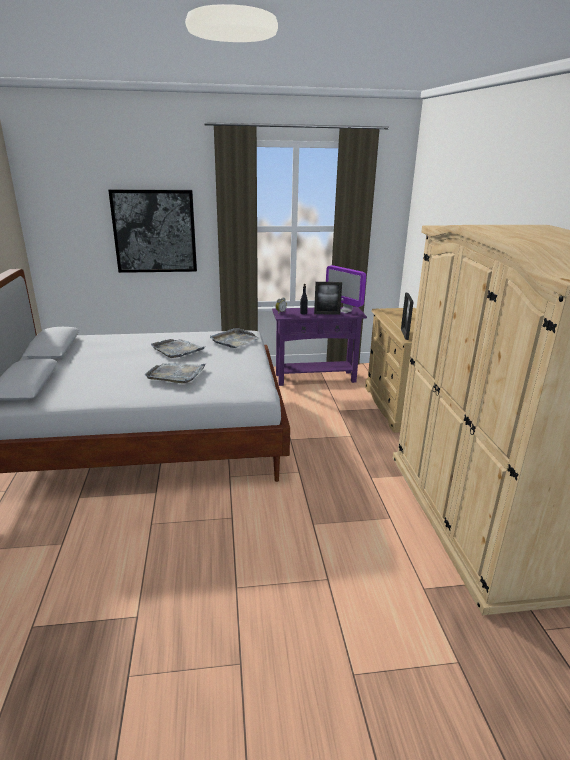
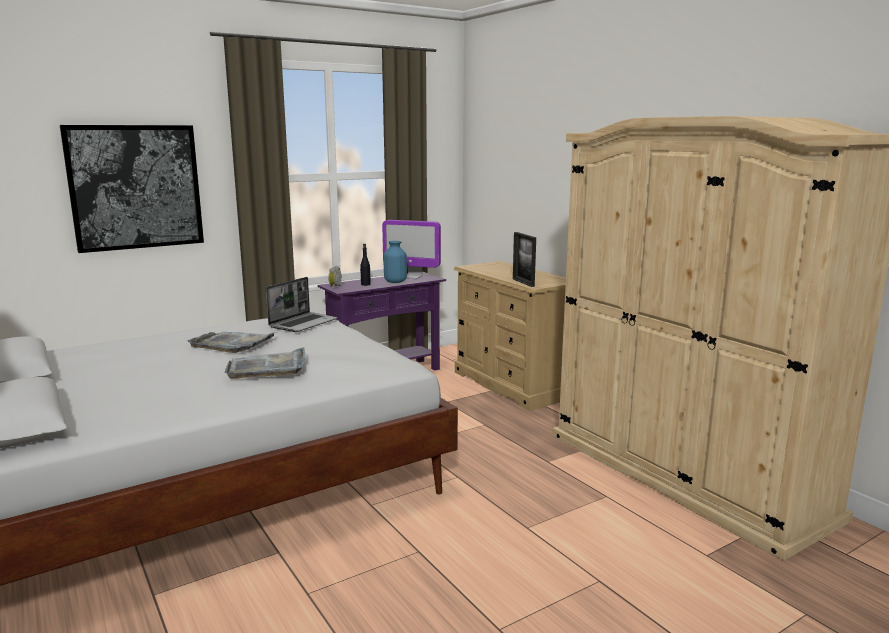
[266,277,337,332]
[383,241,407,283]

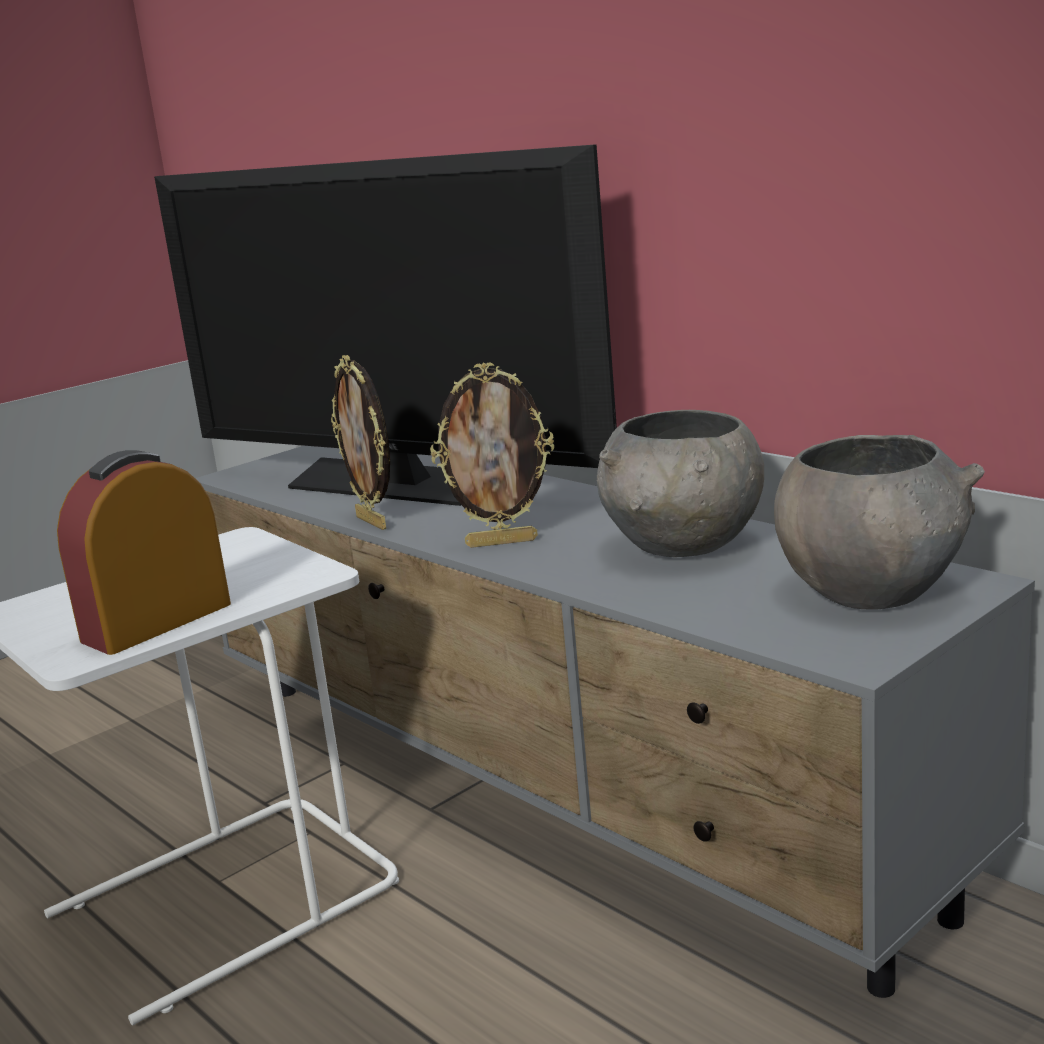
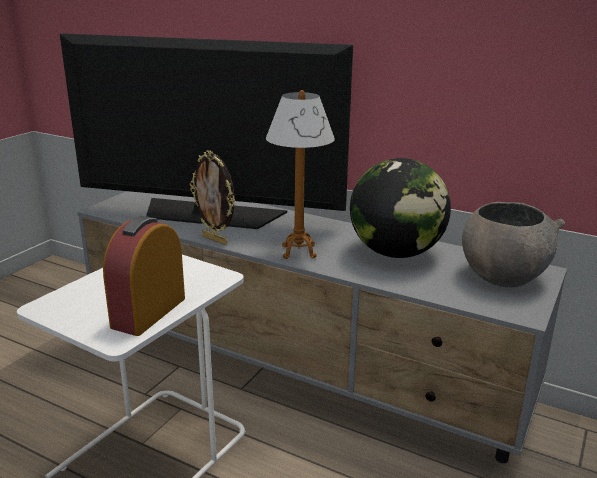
[266,90,335,259]
[350,158,451,258]

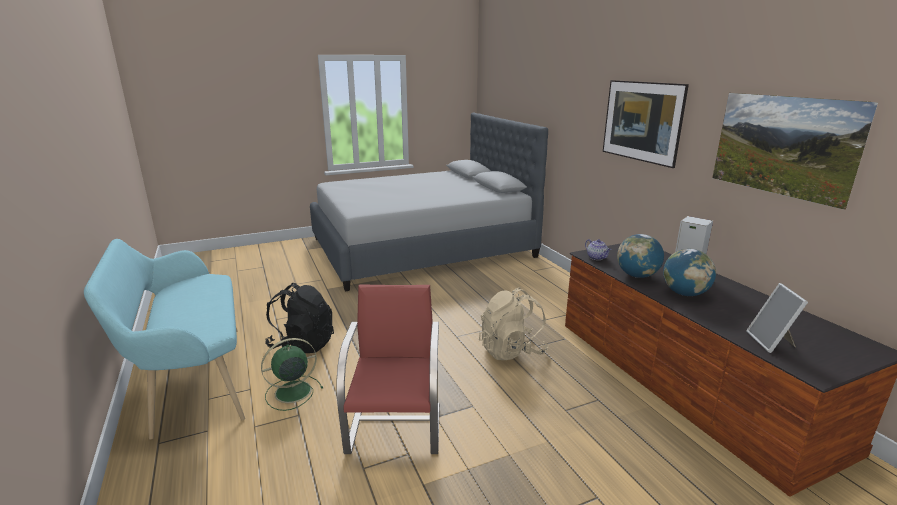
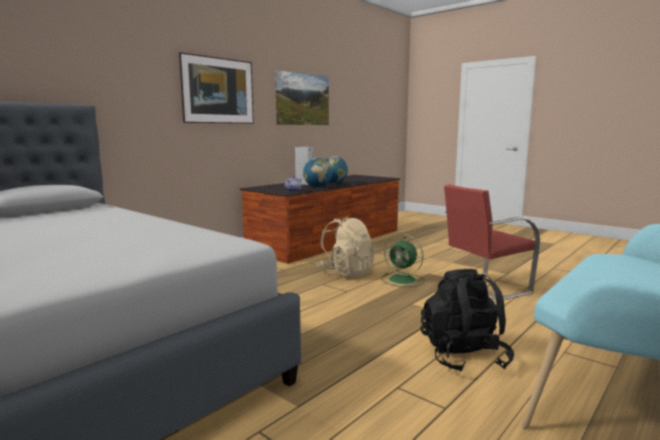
[381,234,425,287]
[746,283,808,353] (first image)

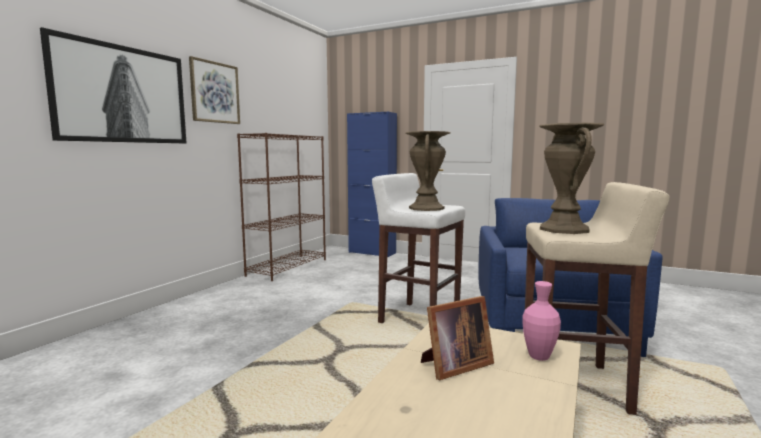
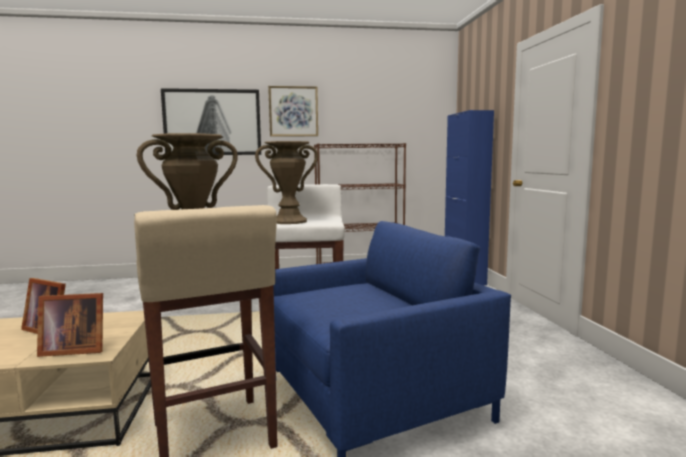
[37,293,103,357]

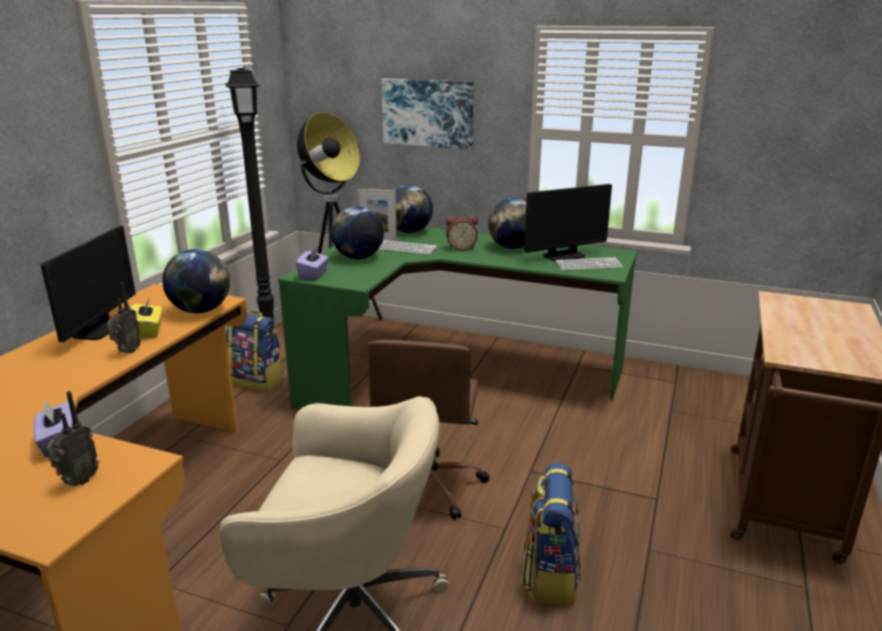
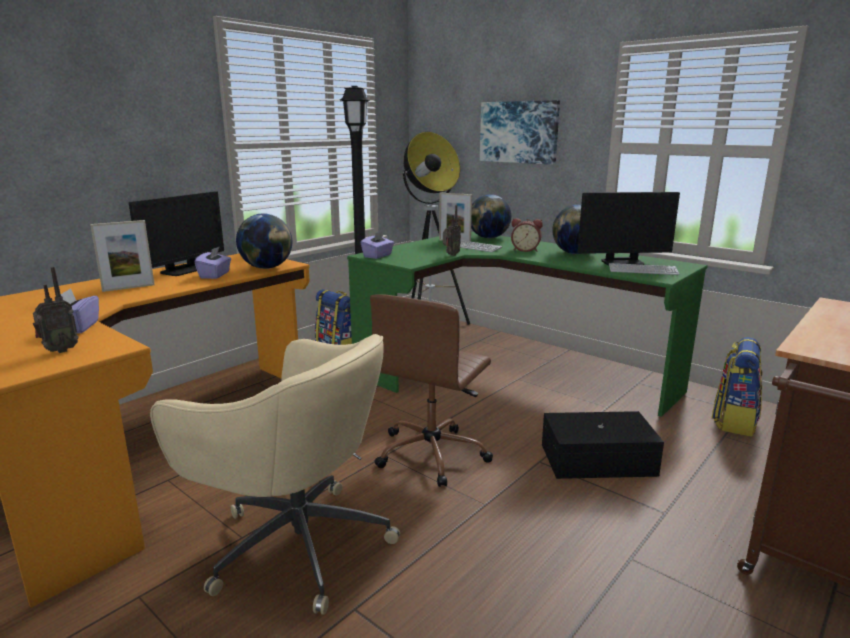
[443,205,461,256]
[195,246,231,279]
[331,206,384,259] (first image)
[712,337,763,437]
[90,220,155,292]
[542,411,664,479]

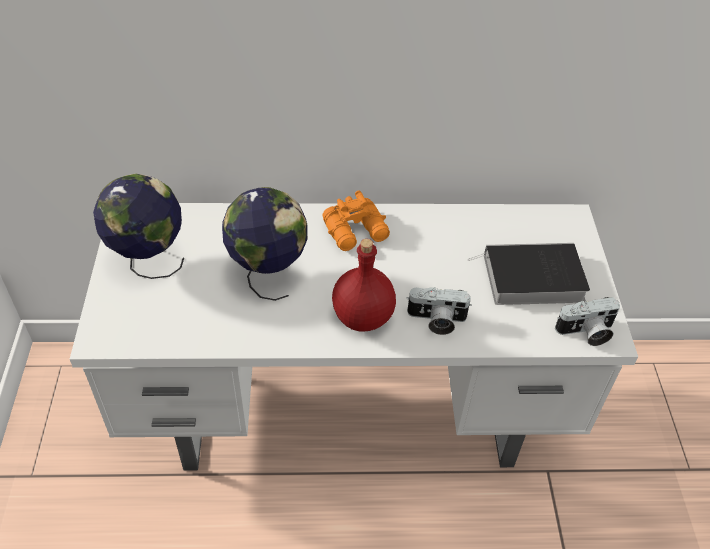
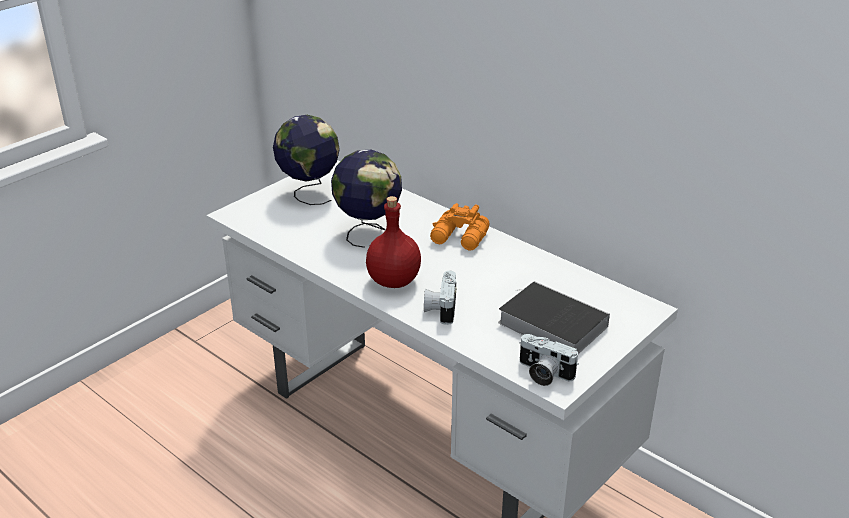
[424,271,457,325]

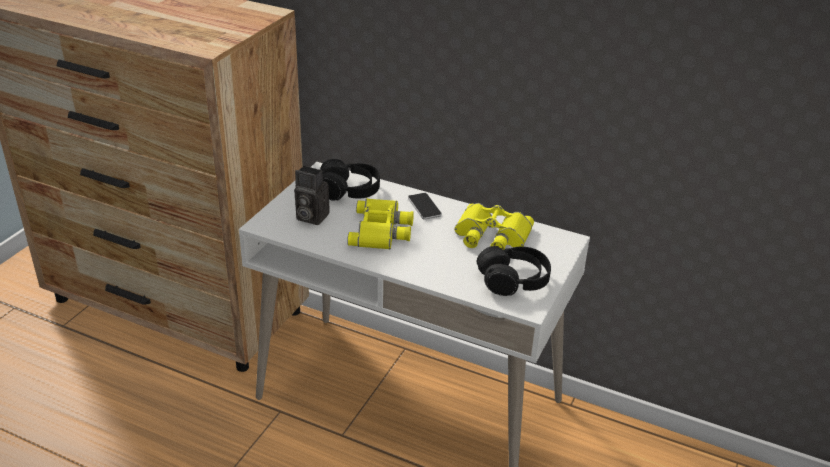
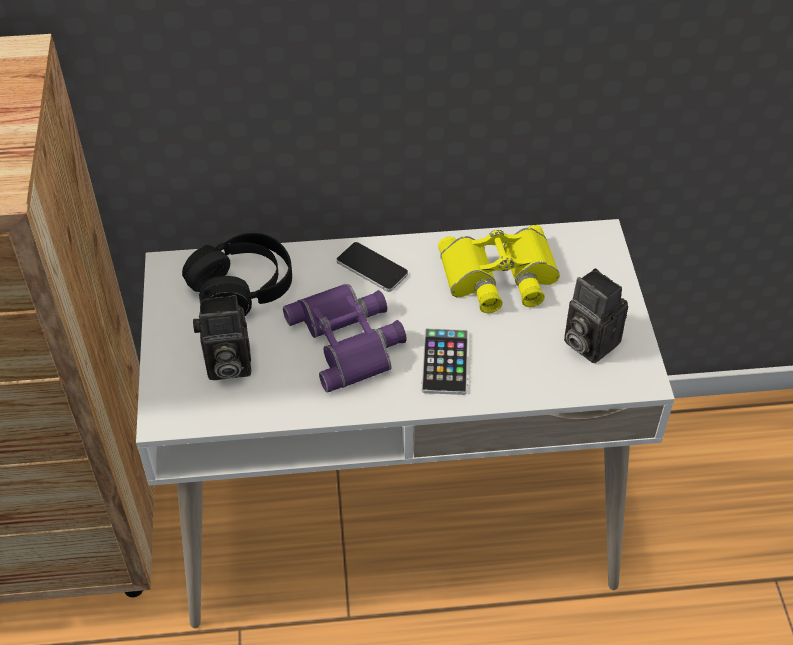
[283,284,407,393]
[564,268,628,363]
[421,328,468,395]

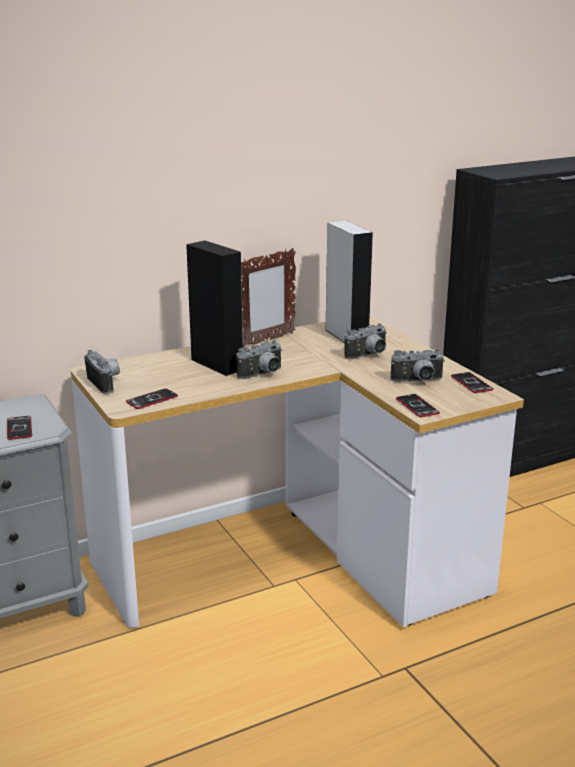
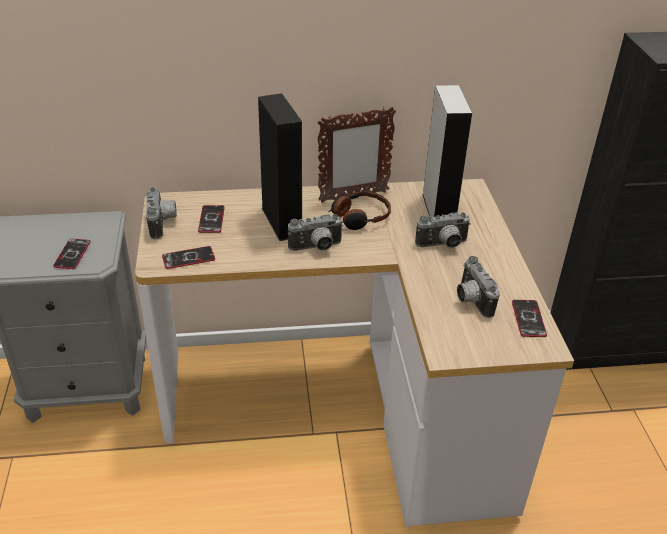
[457,256,500,318]
[198,205,225,233]
[329,191,391,230]

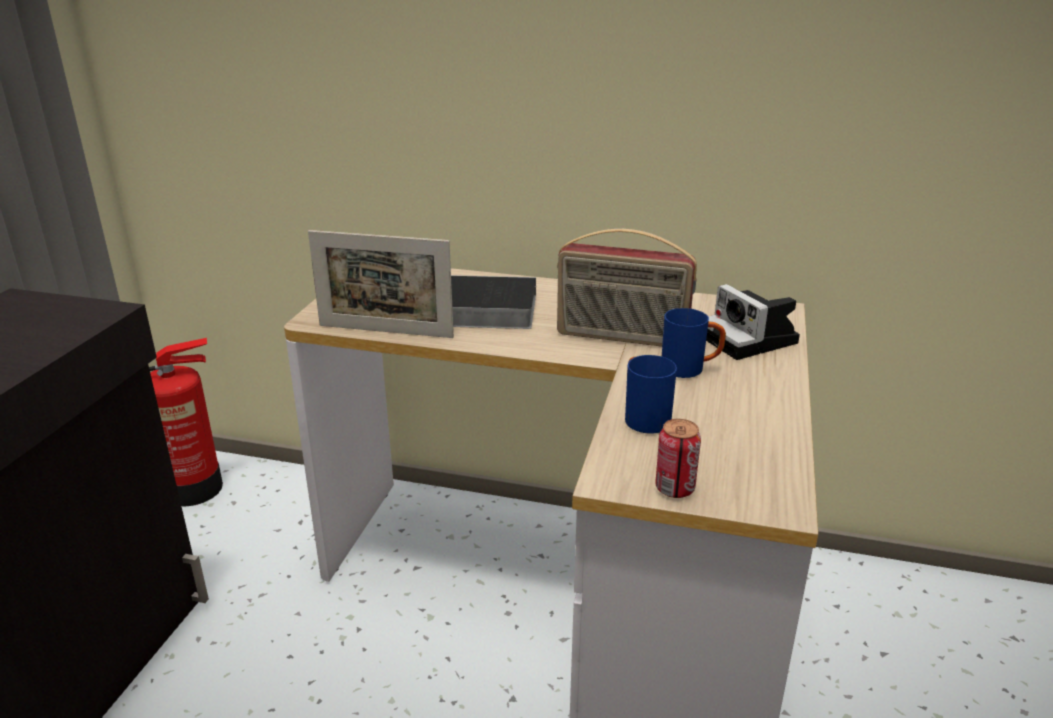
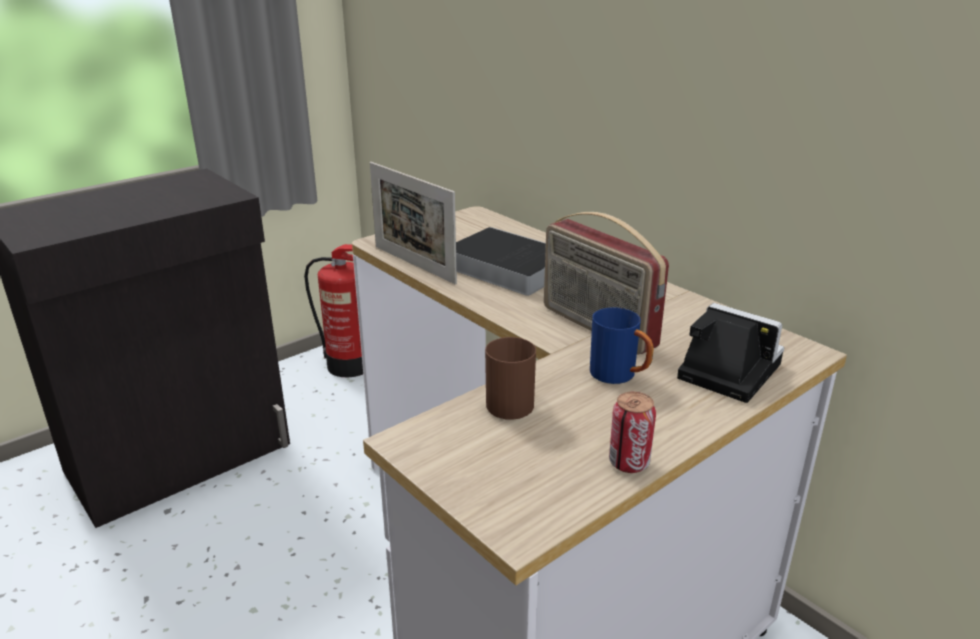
[485,337,536,420]
[609,392,656,473]
[677,303,784,403]

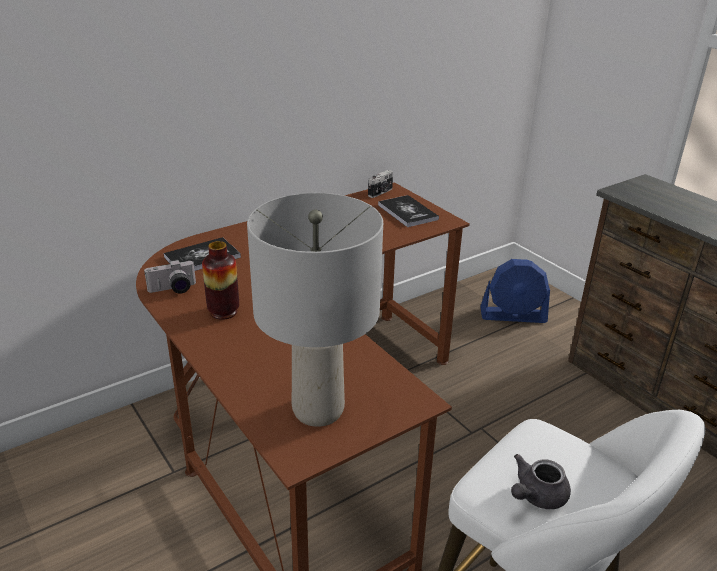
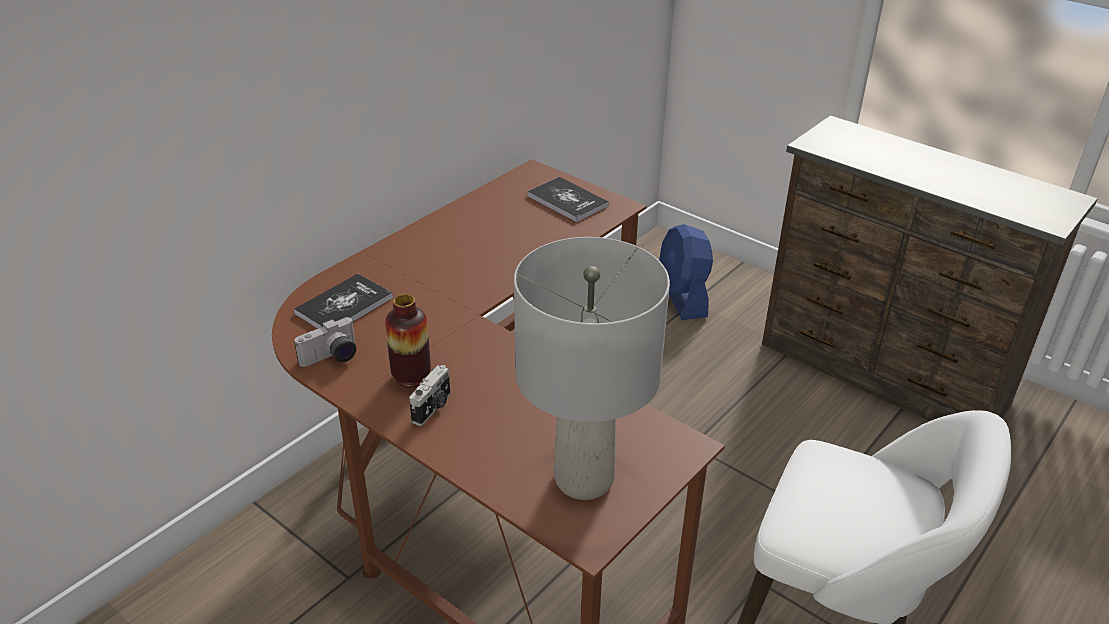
[409,365,450,426]
[659,224,713,320]
[511,454,571,509] (first image)

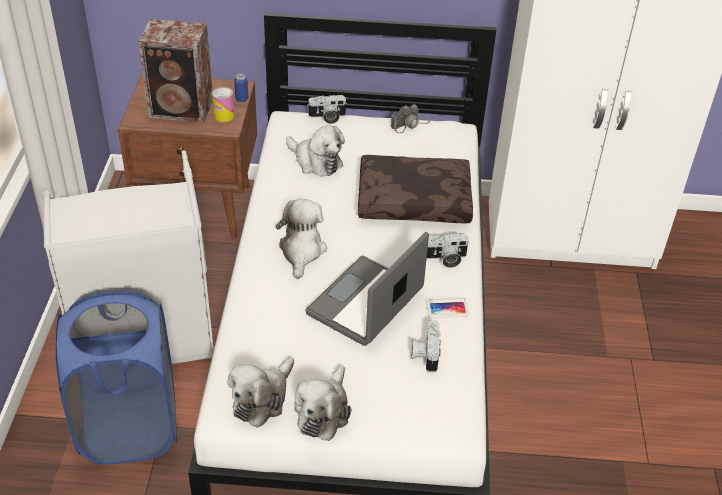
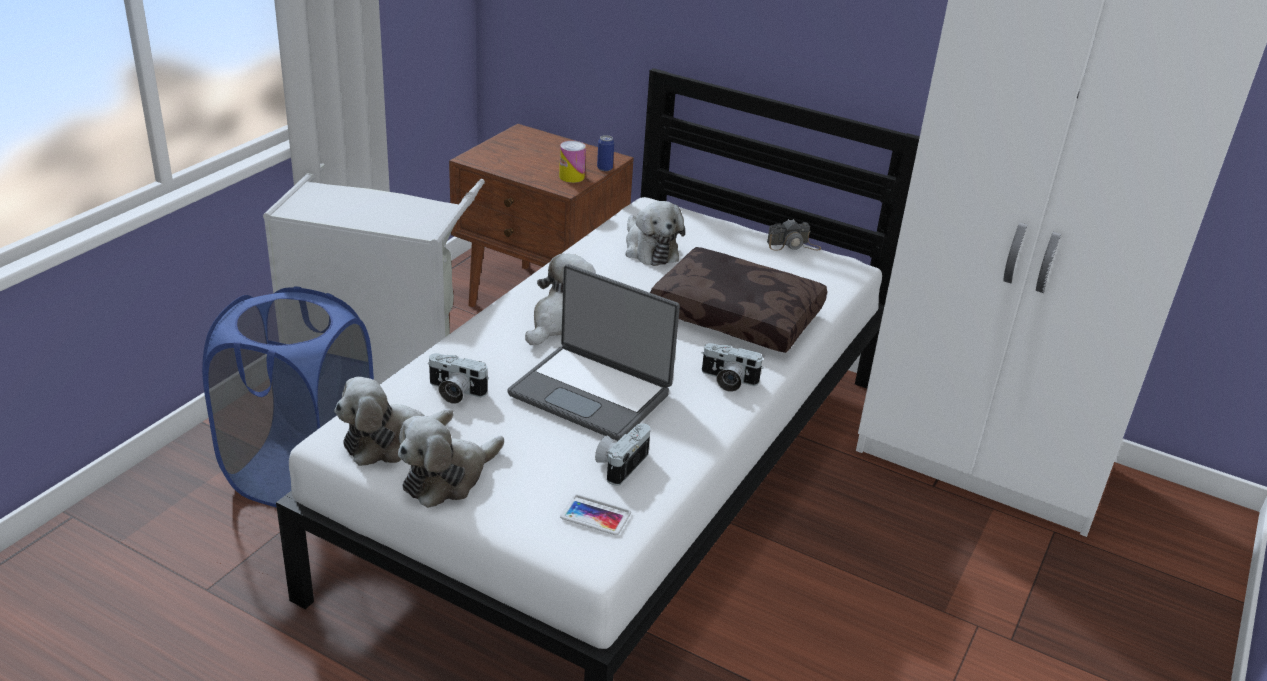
[138,19,212,123] (first image)
[507,264,680,441]
[428,353,489,404]
[560,494,631,535]

